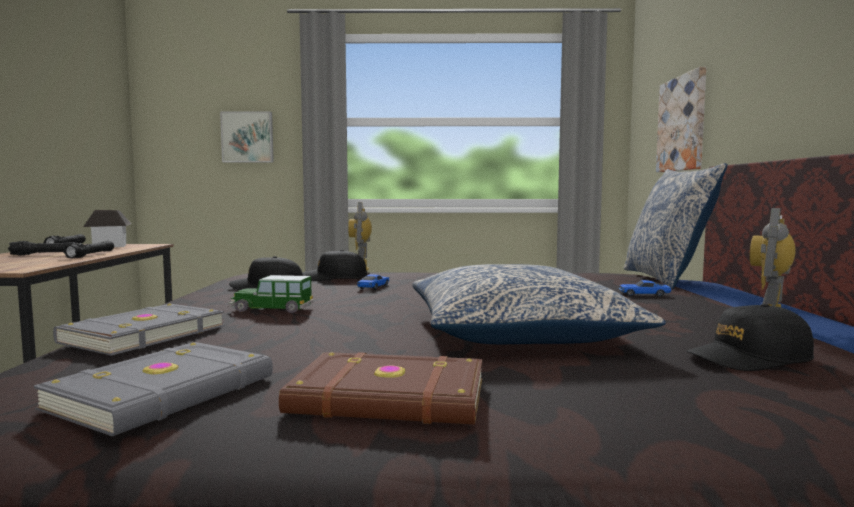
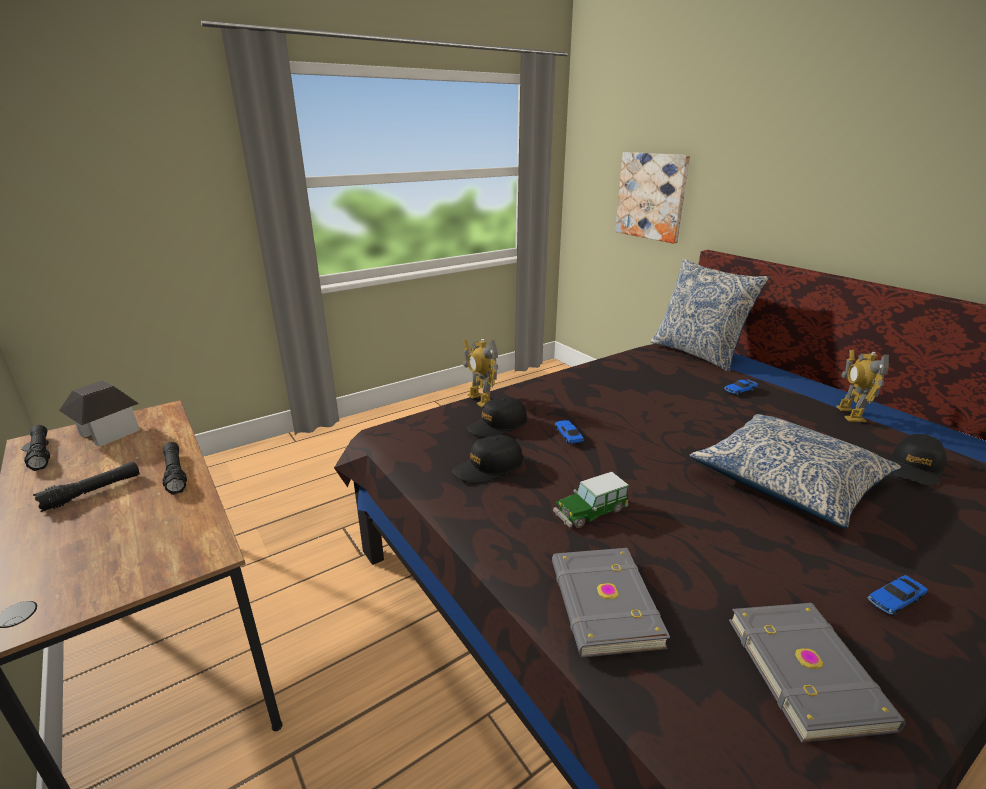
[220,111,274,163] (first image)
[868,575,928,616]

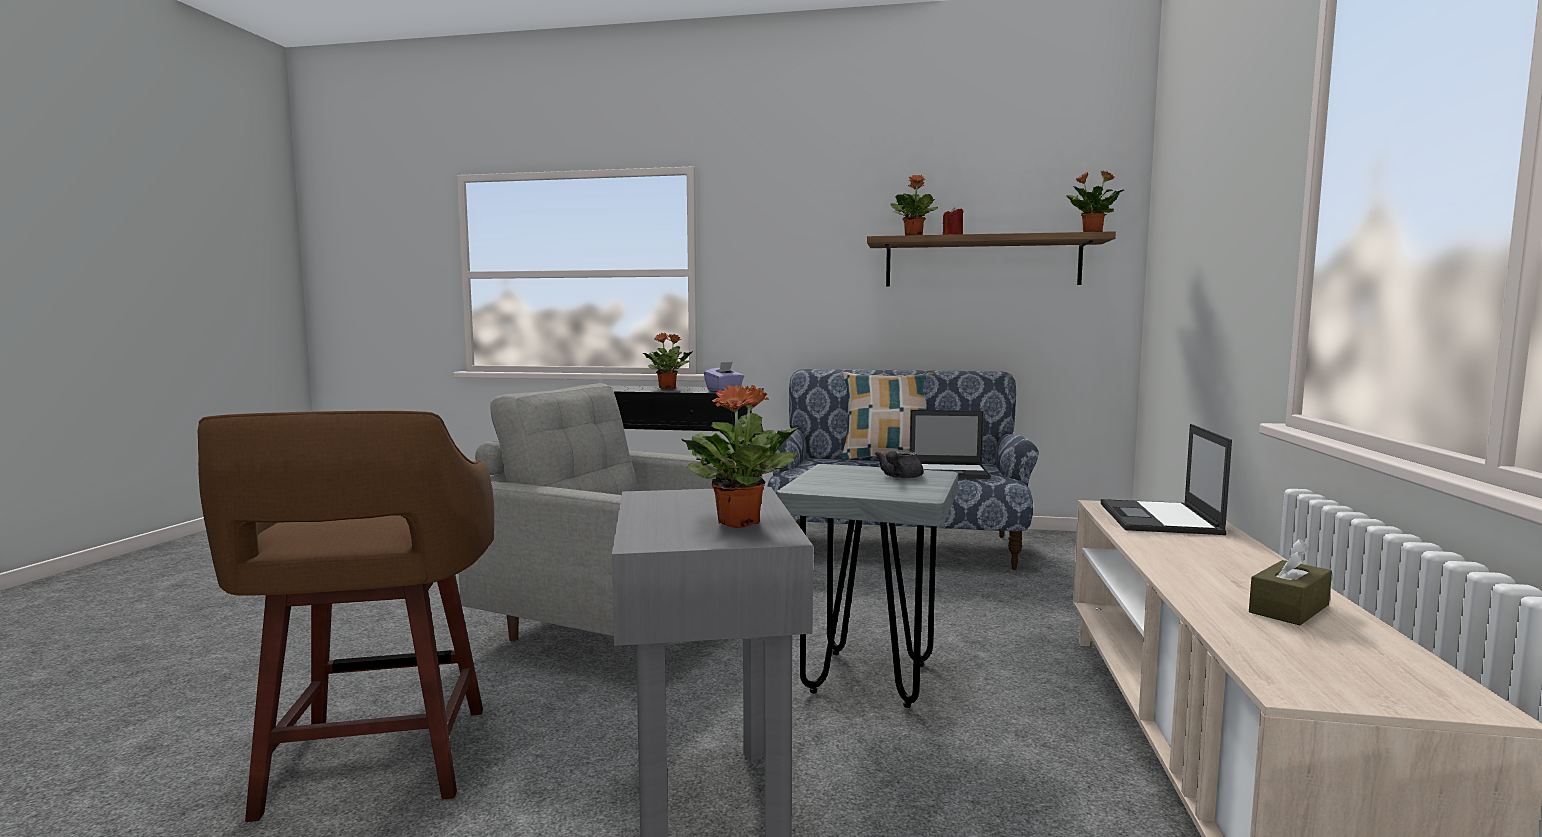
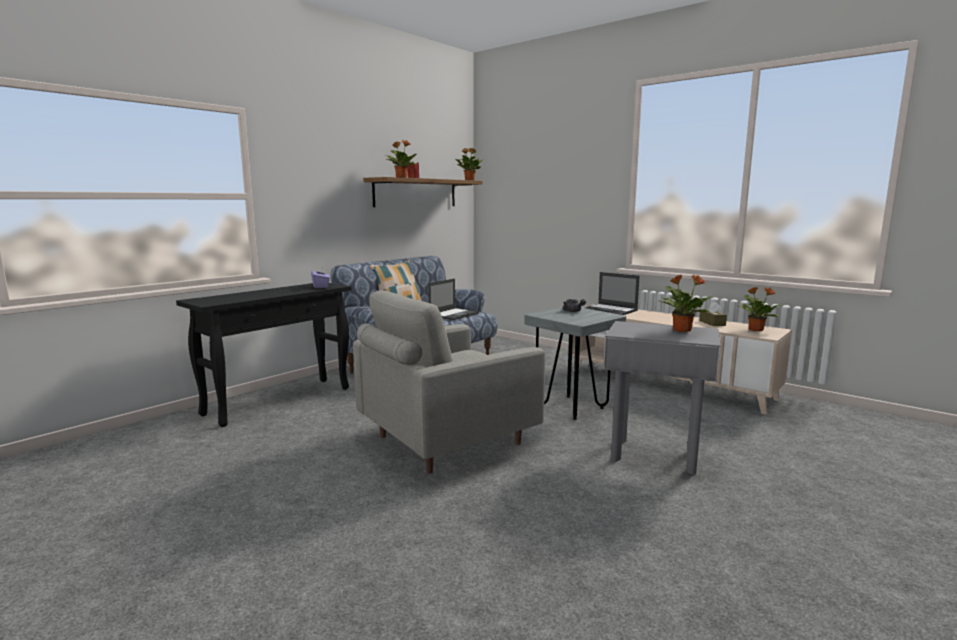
[198,411,494,822] (first image)
[738,286,782,331]

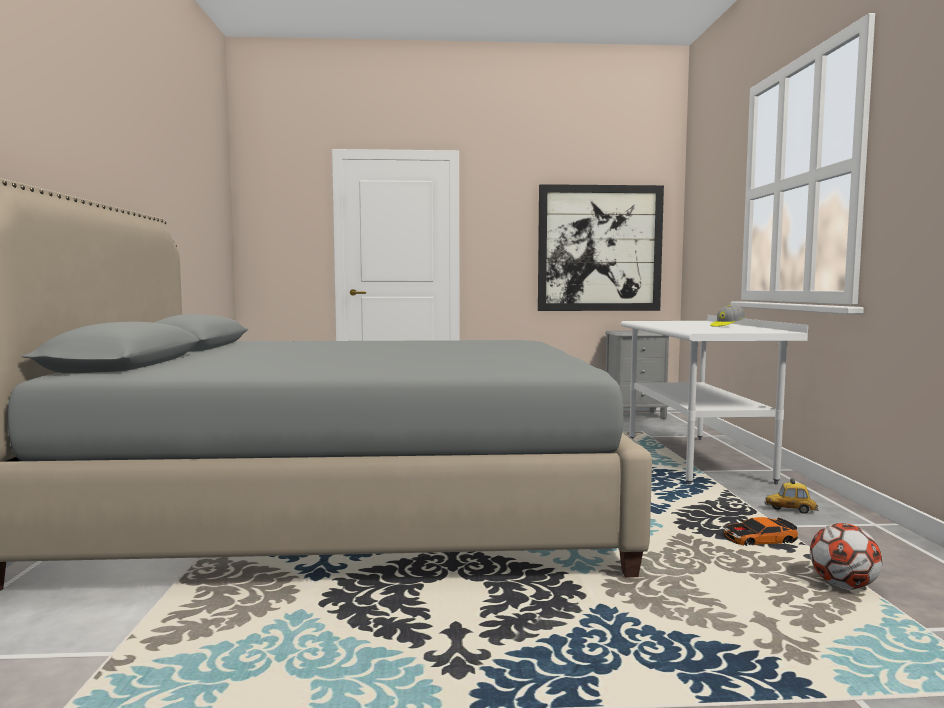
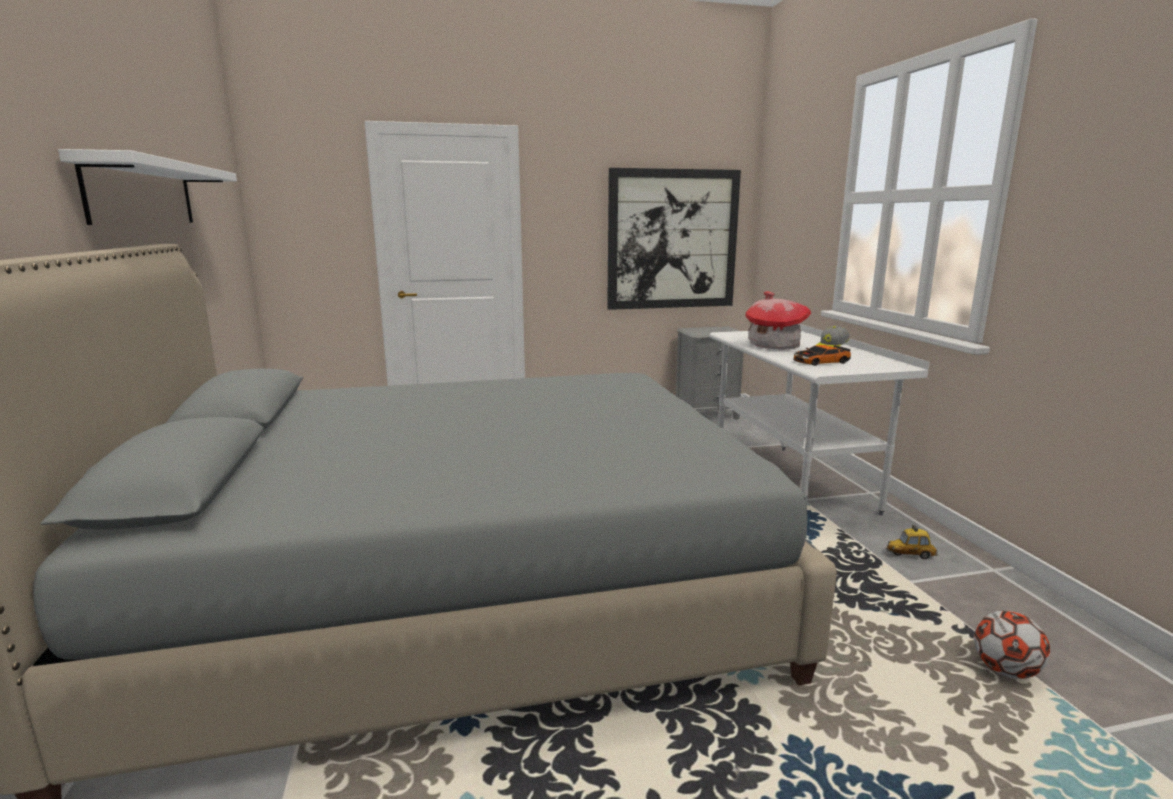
[793,345,851,366]
[58,149,237,225]
[746,291,811,349]

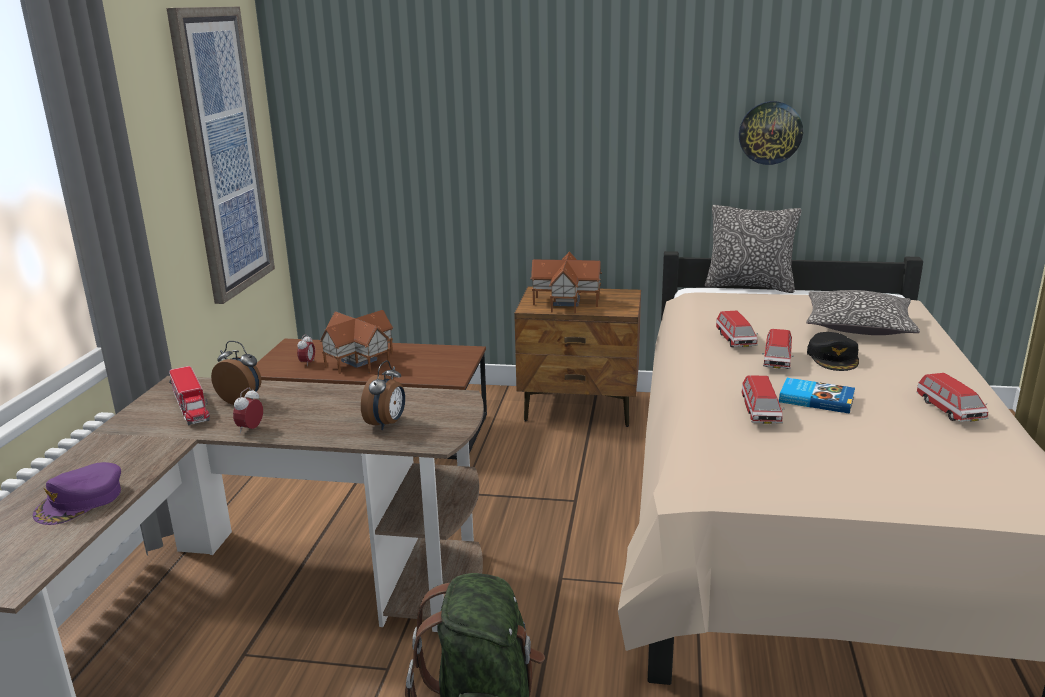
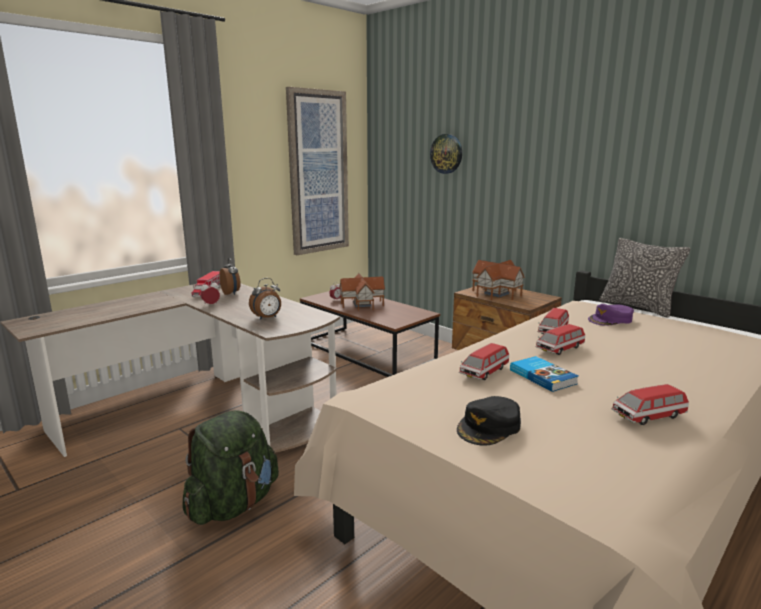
[588,304,634,326]
[430,134,462,174]
[806,290,920,335] (first image)
[457,396,521,446]
[612,384,689,425]

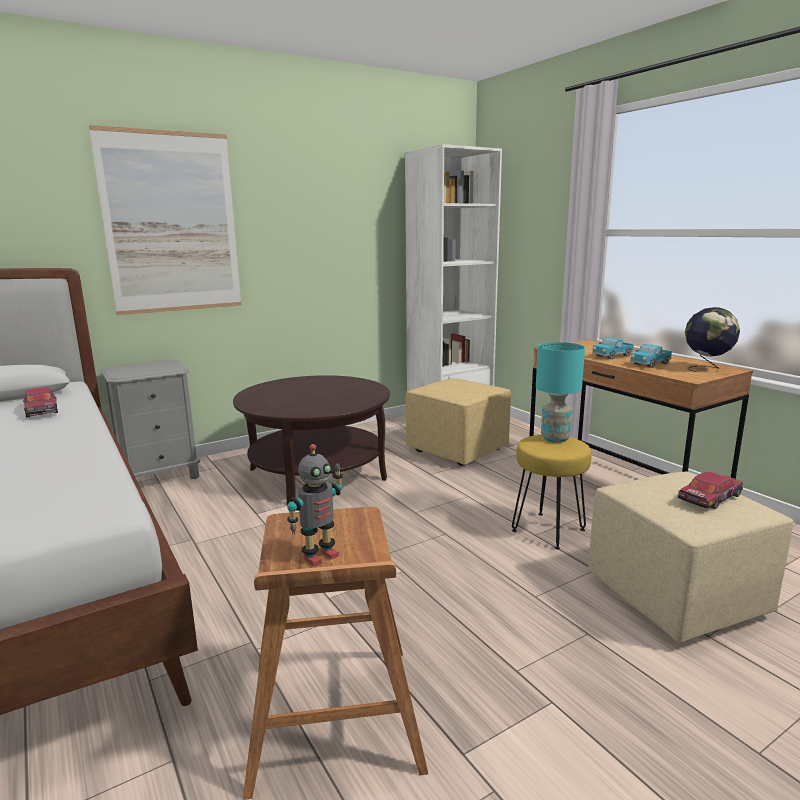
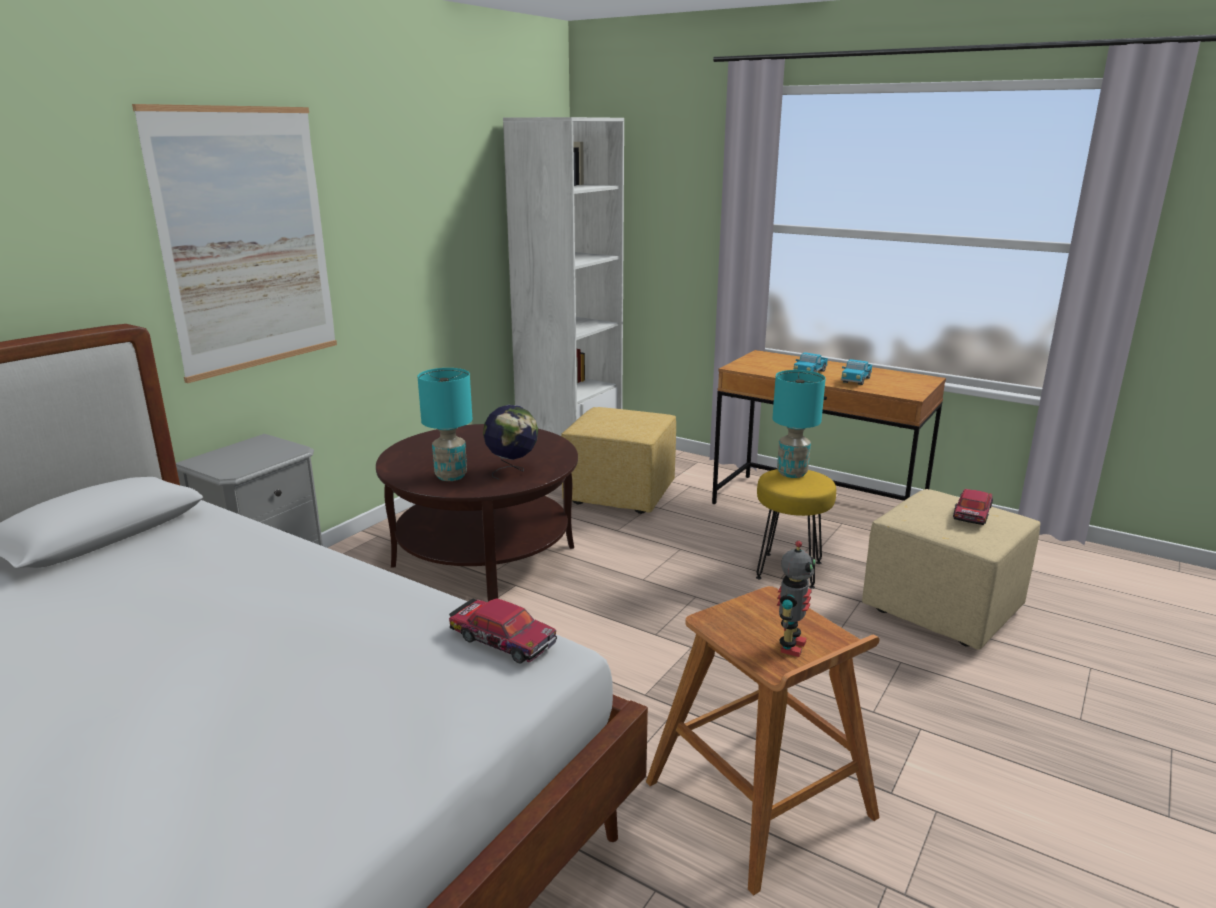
[449,599,557,664]
[483,405,538,479]
[418,368,472,481]

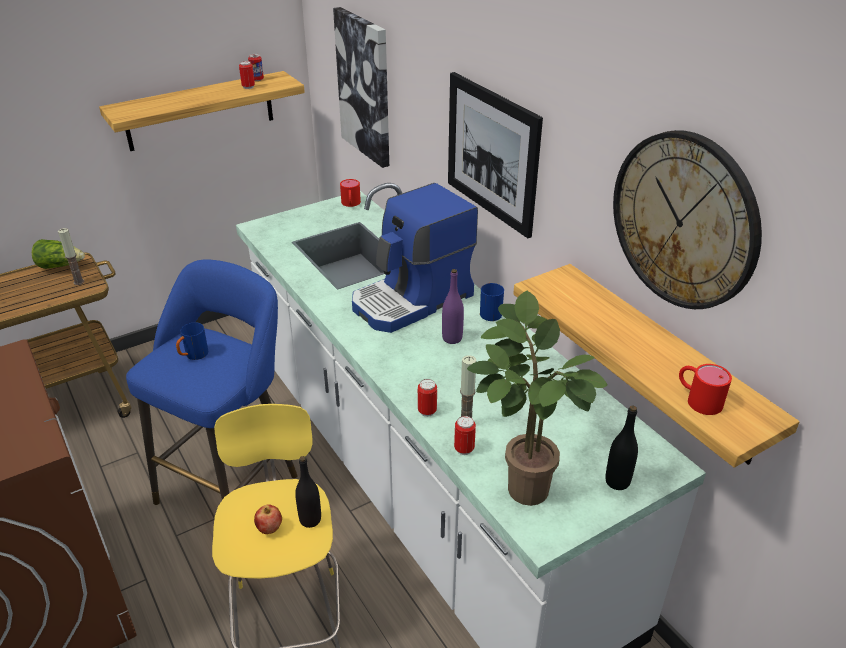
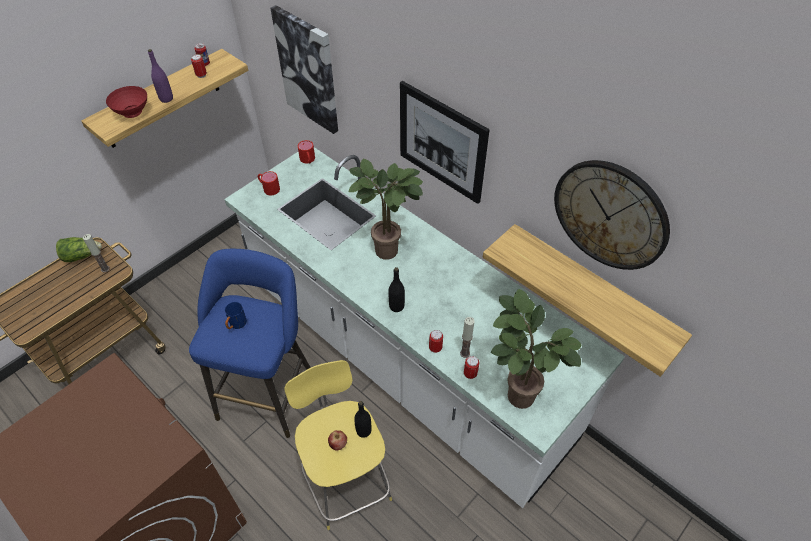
[349,159,423,260]
[148,49,173,103]
[480,283,504,321] (first image)
[388,267,405,312]
[258,171,280,195]
[106,86,147,118]

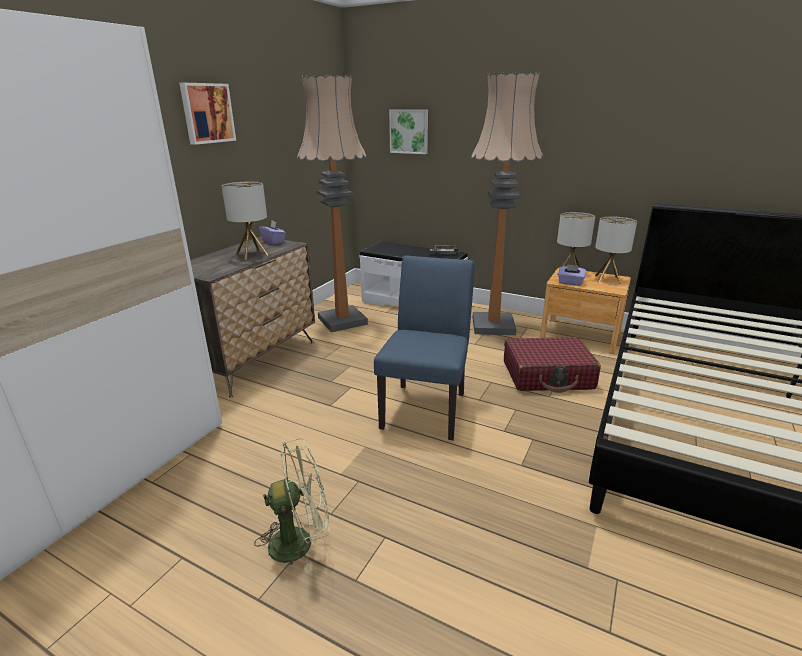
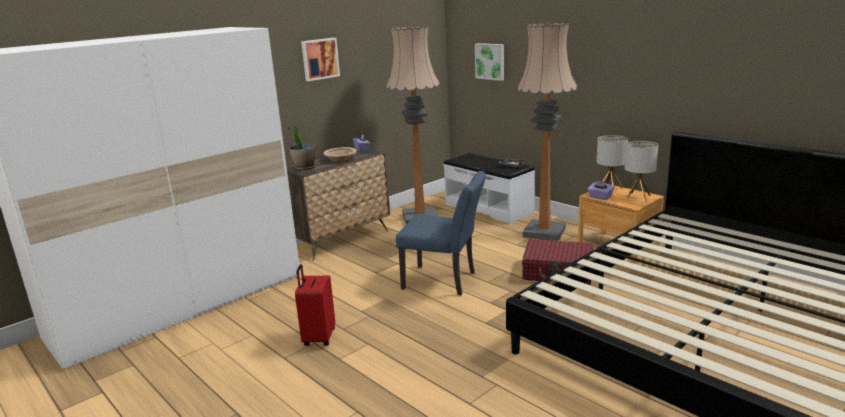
[324,147,357,162]
[295,264,335,346]
[396,171,486,295]
[288,126,315,170]

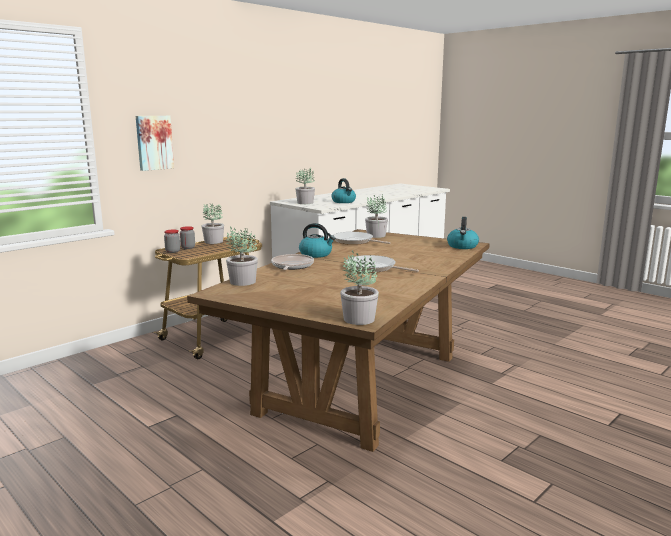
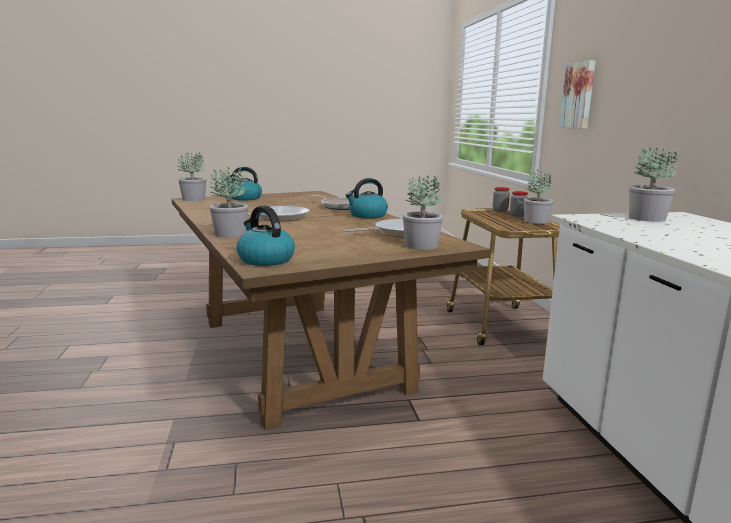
[210,167,249,238]
[225,167,262,200]

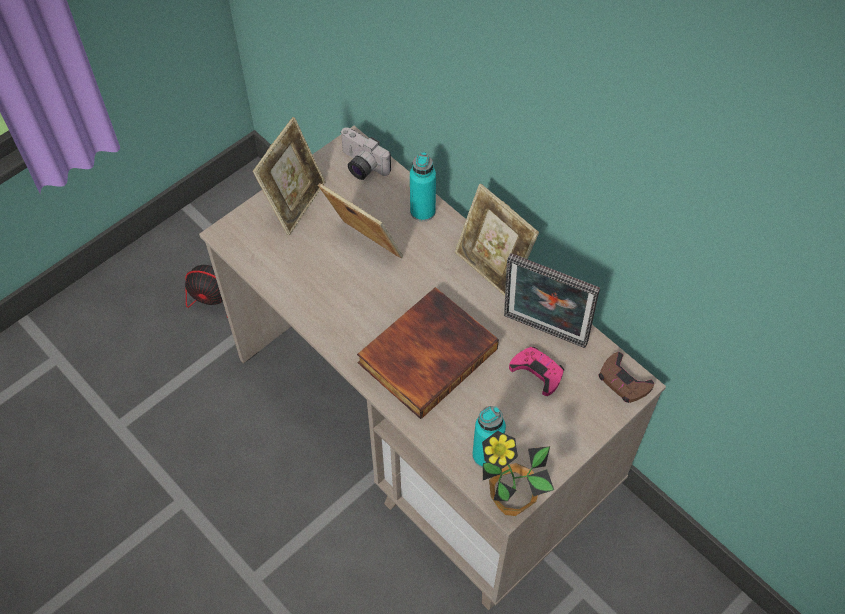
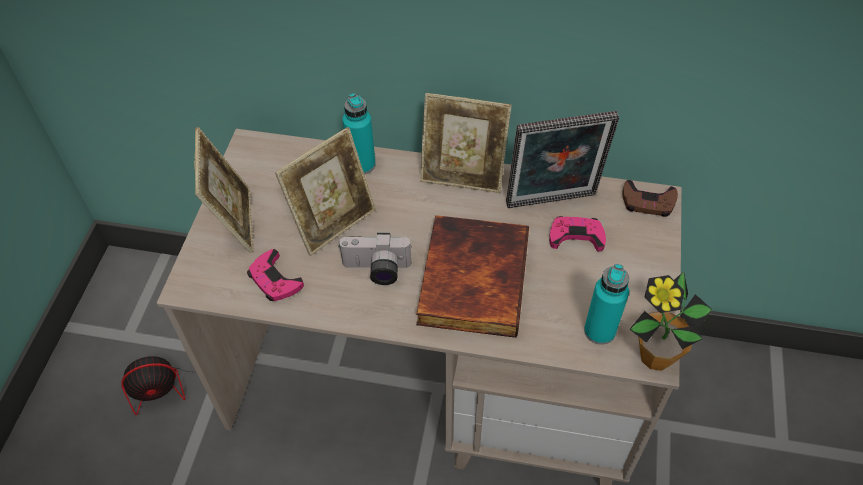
[275,127,376,256]
[339,233,412,285]
[247,249,304,301]

